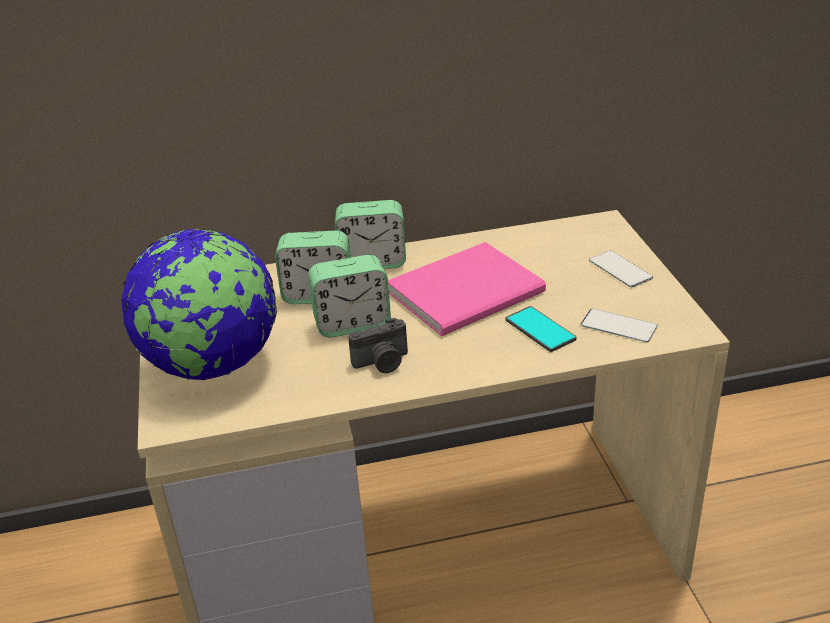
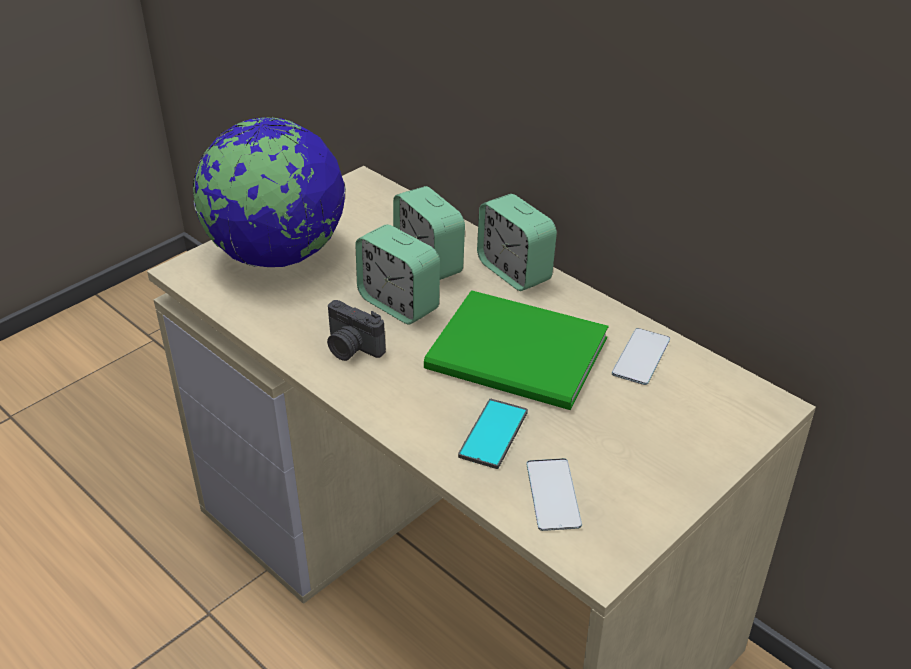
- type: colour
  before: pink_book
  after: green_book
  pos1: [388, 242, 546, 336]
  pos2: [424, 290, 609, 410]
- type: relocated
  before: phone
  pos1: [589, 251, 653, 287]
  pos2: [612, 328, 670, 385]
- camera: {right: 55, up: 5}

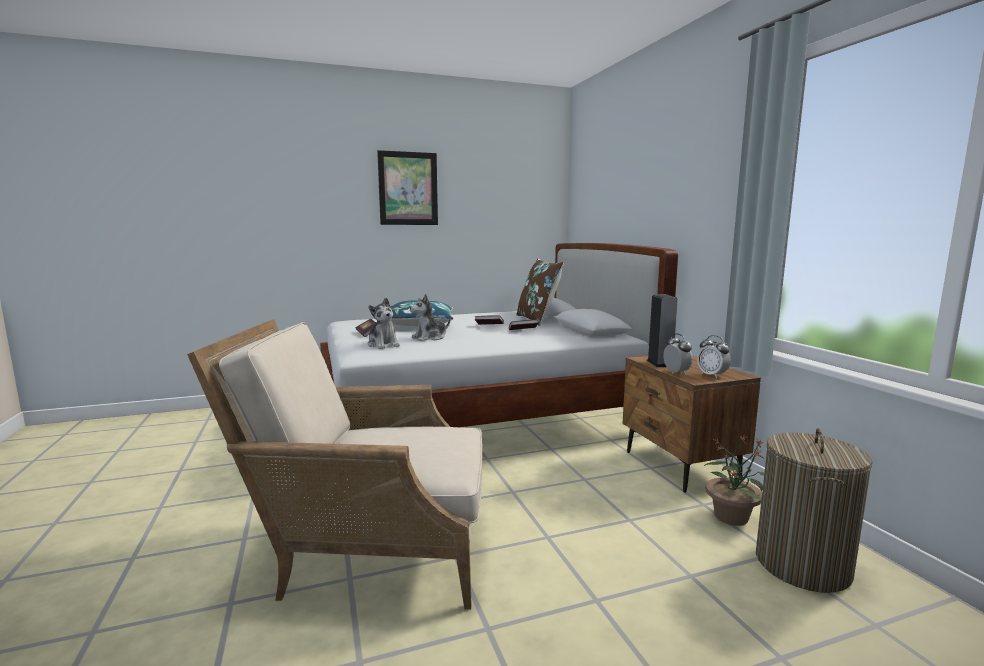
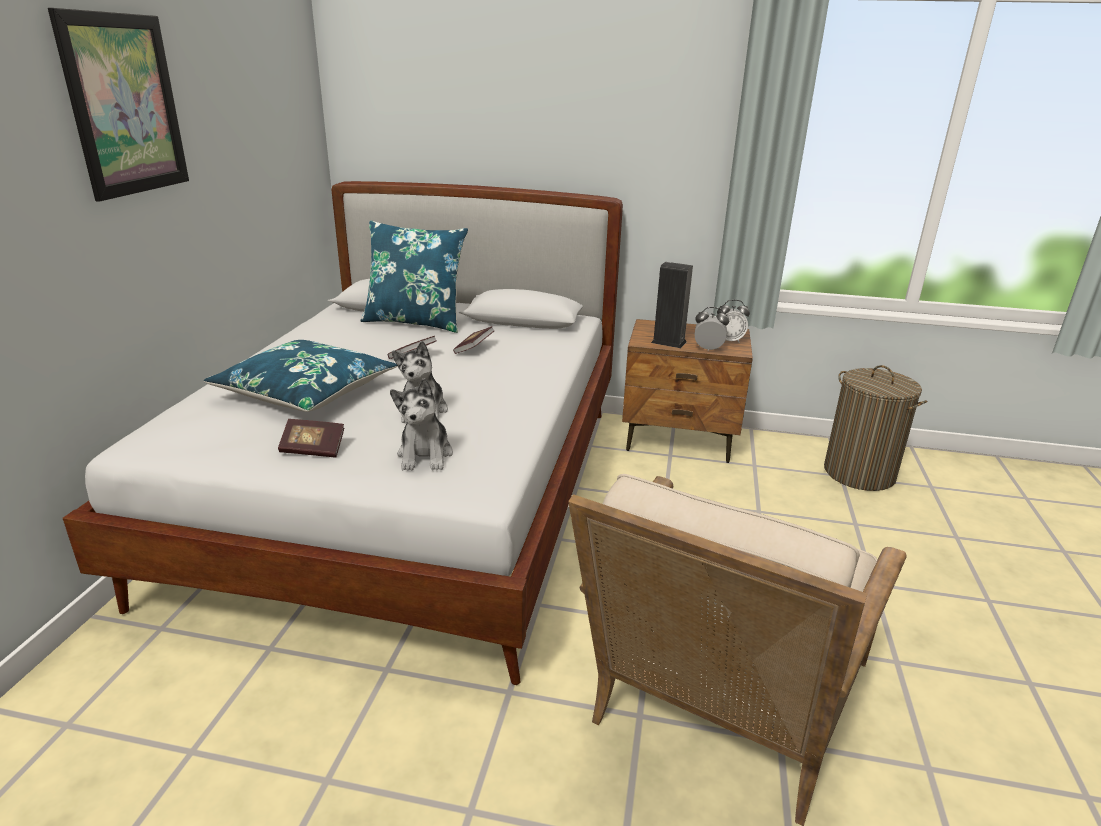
- type: colour
  before: brown_pillow
  after: blue_pillow
  pos1: [516, 258, 564, 326]
  pos2: [360, 221, 468, 333]
- type: spun
  before: plush_toy
  pos1: [368, 298, 400, 349]
  pos2: [390, 378, 453, 471]
  turn: 90
- type: missing
  before: potted_plant
  pos1: [703, 434, 765, 526]
- camera: {right: -60, up: 15}

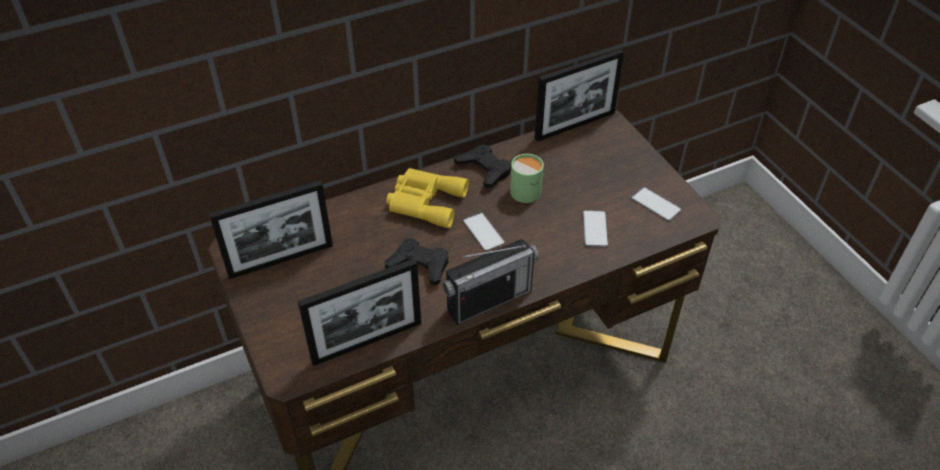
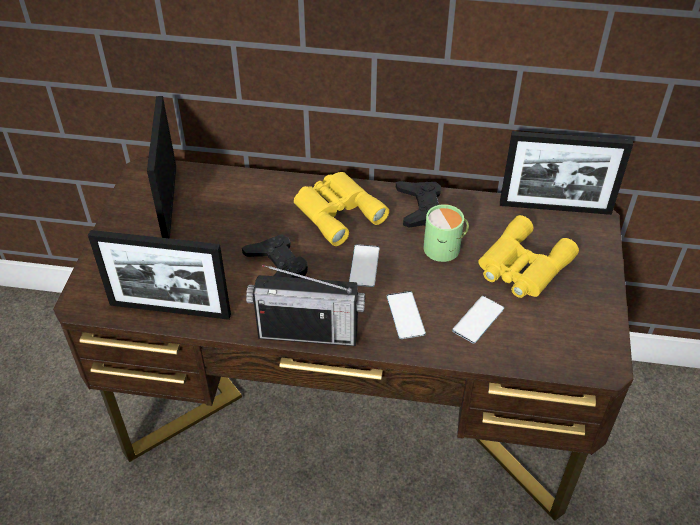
- type: spun
  before: picture_frame
  pos1: [209, 180, 333, 279]
  pos2: [147, 96, 176, 239]
  turn: 75
- type: relocated
  before: phone
  pos1: [631, 187, 681, 220]
  pos2: [387, 291, 426, 339]
- type: appeared
  after: yellow_binoculars
  pos2: [479, 215, 579, 298]
- camera: {right: 35, up: 0}

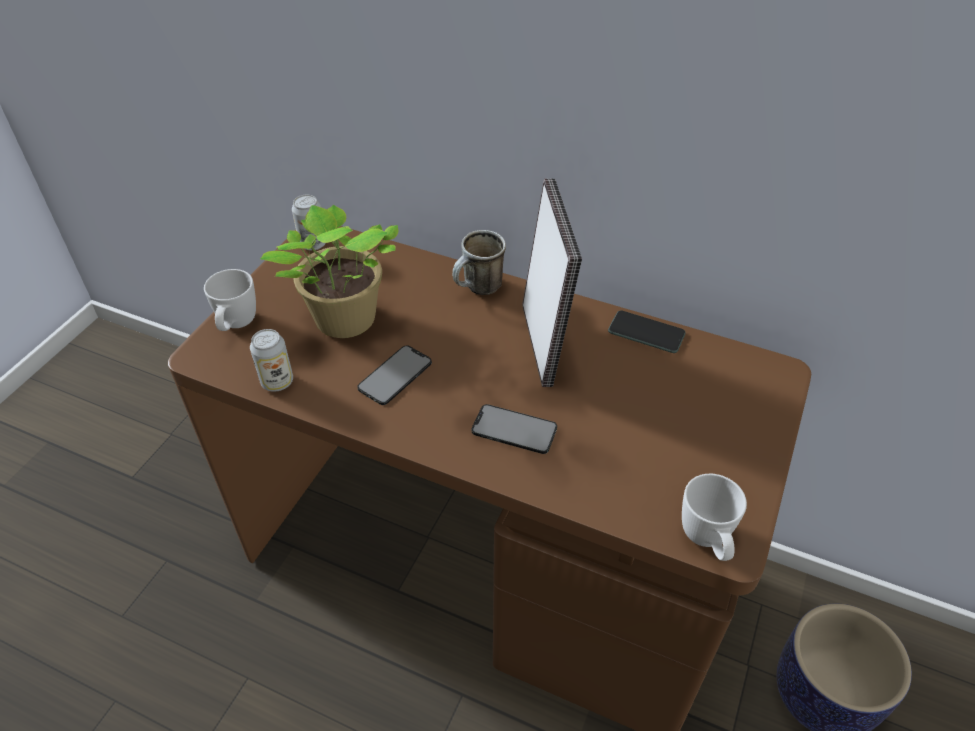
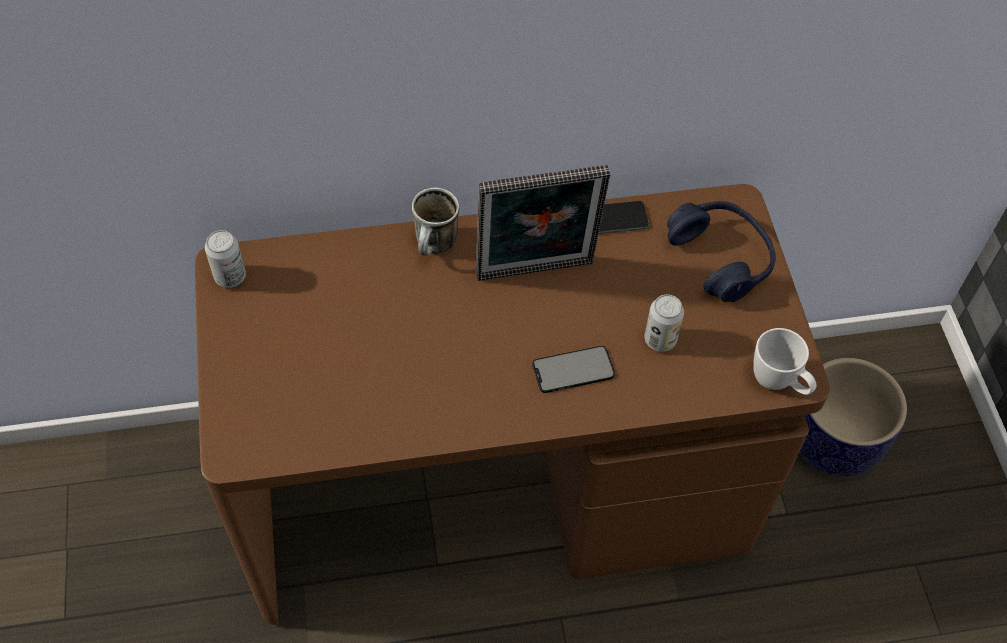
- type: spun
  before: picture_frame
  pos1: [522, 178, 582, 387]
  pos2: [476, 165, 610, 281]
  turn: 120
- type: missing
  before: potted_plant
  pos1: [260, 205, 398, 338]
- type: missing
  before: white_mug
  pos1: [204, 269, 256, 331]
- type: relocated
  before: can
  pos1: [250, 329, 293, 392]
  pos2: [644, 294, 684, 352]
- type: missing
  before: phone
  pos1: [357, 345, 432, 405]
- type: appeared
  after: blue_headphones
  pos2: [667, 201, 776, 302]
- camera: {right: -35, up: 10}

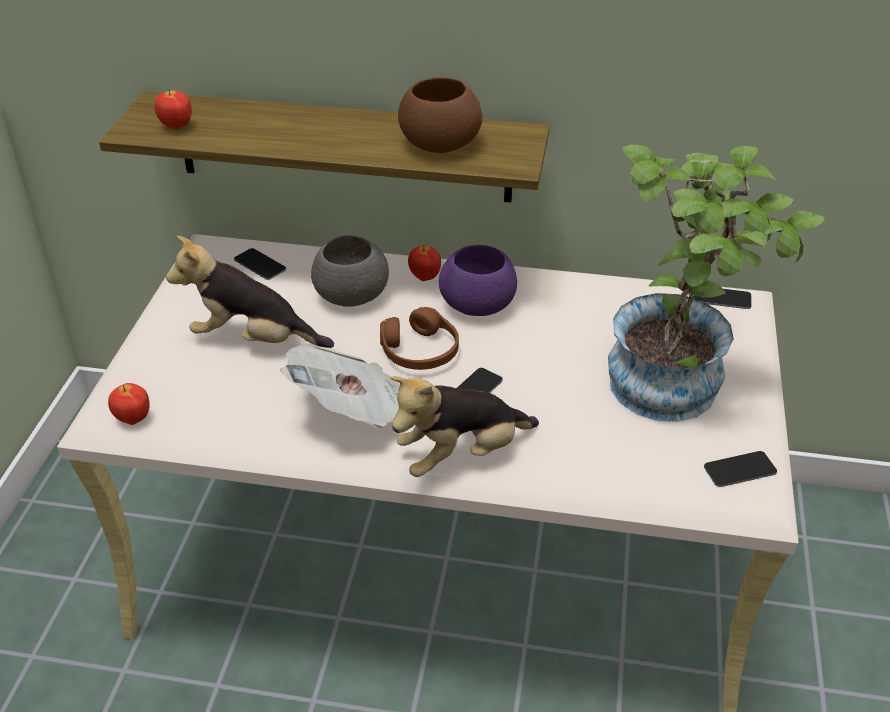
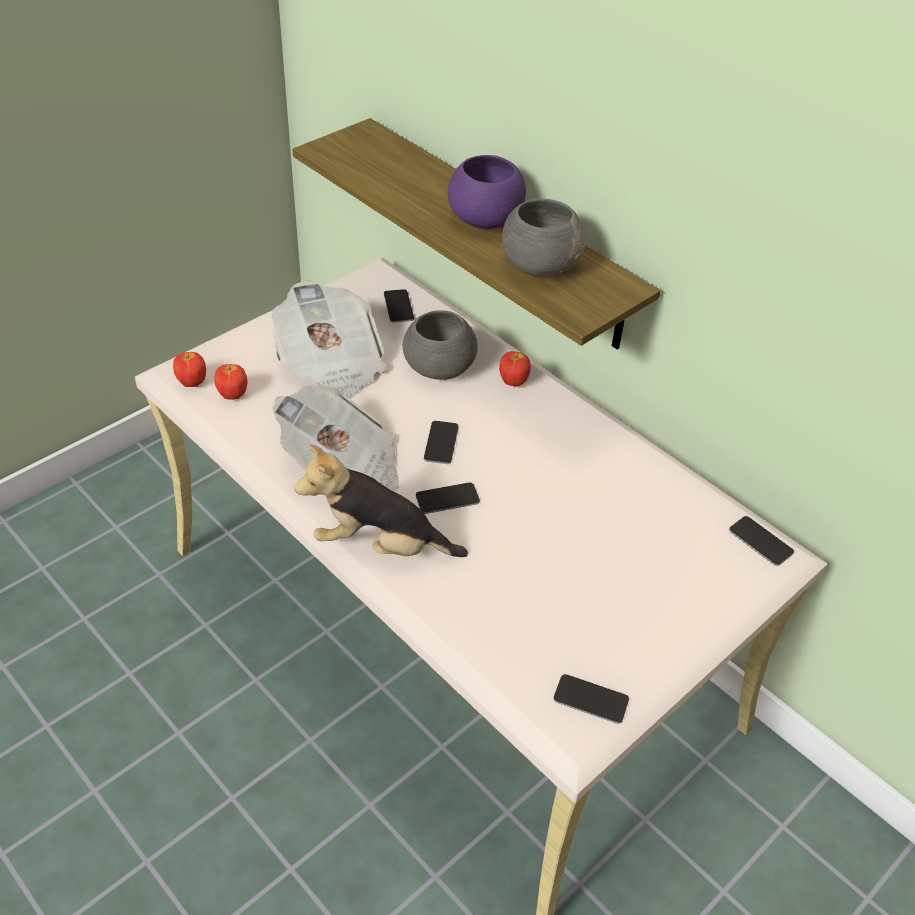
- type: colour
  before: brown_bowl
  after: grey_bowl
  pos1: [398, 77, 483, 153]
  pos2: [502, 199, 586, 276]
- type: relocated
  before: apple
  pos1: [154, 89, 192, 130]
  pos2: [215, 364, 247, 400]
- type: missing
  before: potted_plant
  pos1: [608, 145, 824, 422]
- type: exchanged
  before: plush_toy
  after: newspaper
  pos1: [166, 236, 334, 348]
  pos2: [271, 280, 386, 399]
- type: relocated
  before: purple_bowl
  pos1: [439, 245, 517, 316]
  pos2: [448, 155, 526, 229]
- type: exchanged
  before: brown_headphones
  after: phone
  pos1: [380, 307, 459, 370]
  pos2: [424, 421, 459, 464]
- camera: {right: 35, up: 5}

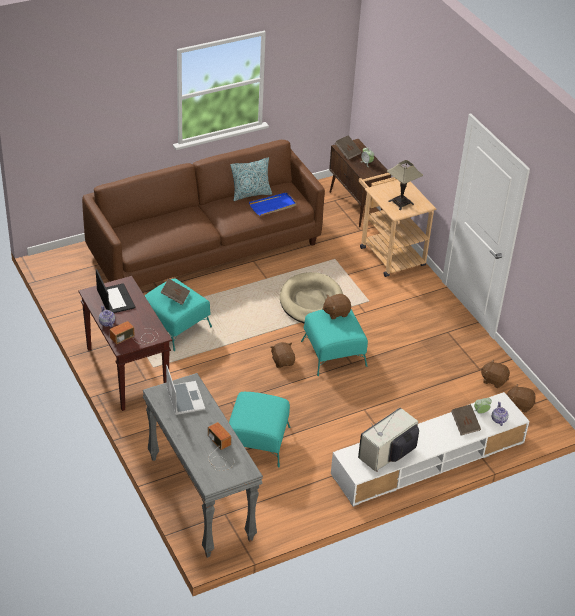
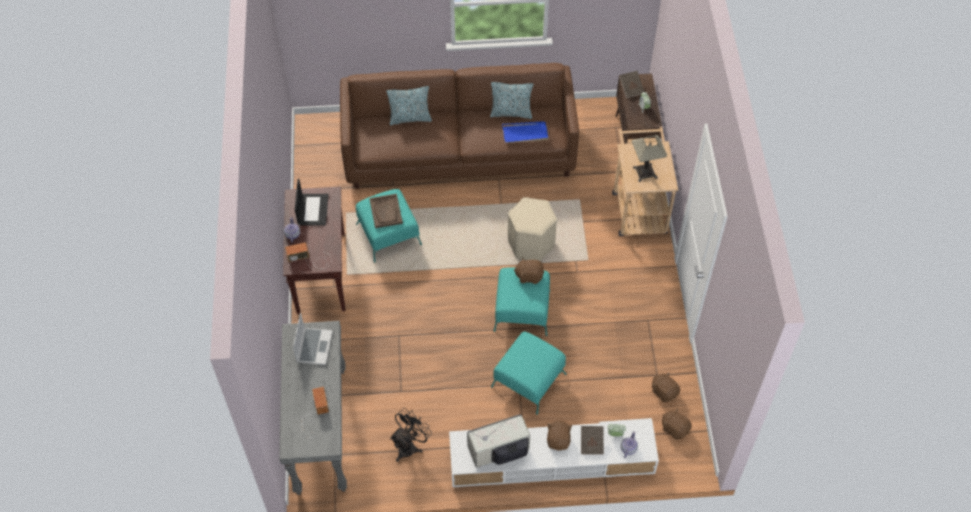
- type: exchanged
  before: beige_dog_bed
  after: beige_stool
  pos1: [280, 272, 343, 323]
  pos2: [508, 197, 557, 261]
- type: exchanged
  before: brown_book
  after: brown_tray
  pos1: [160, 278, 190, 305]
  pos2: [369, 194, 403, 228]
- type: relocated
  before: brown_plush_toy
  pos1: [271, 342, 295, 368]
  pos2: [547, 420, 572, 451]
- type: relocated
  before: turquoise_ottoman
  pos1: [229, 392, 290, 468]
  pos2: [491, 332, 567, 415]
- type: appeared
  after: pillow
  pos2: [387, 86, 432, 125]
- type: appeared
  after: black_fan
  pos2: [390, 408, 430, 462]
- camera: {right: 25, up: 15}

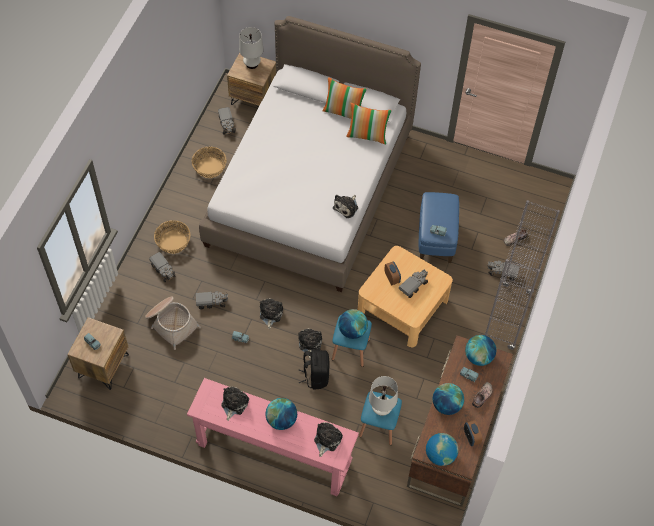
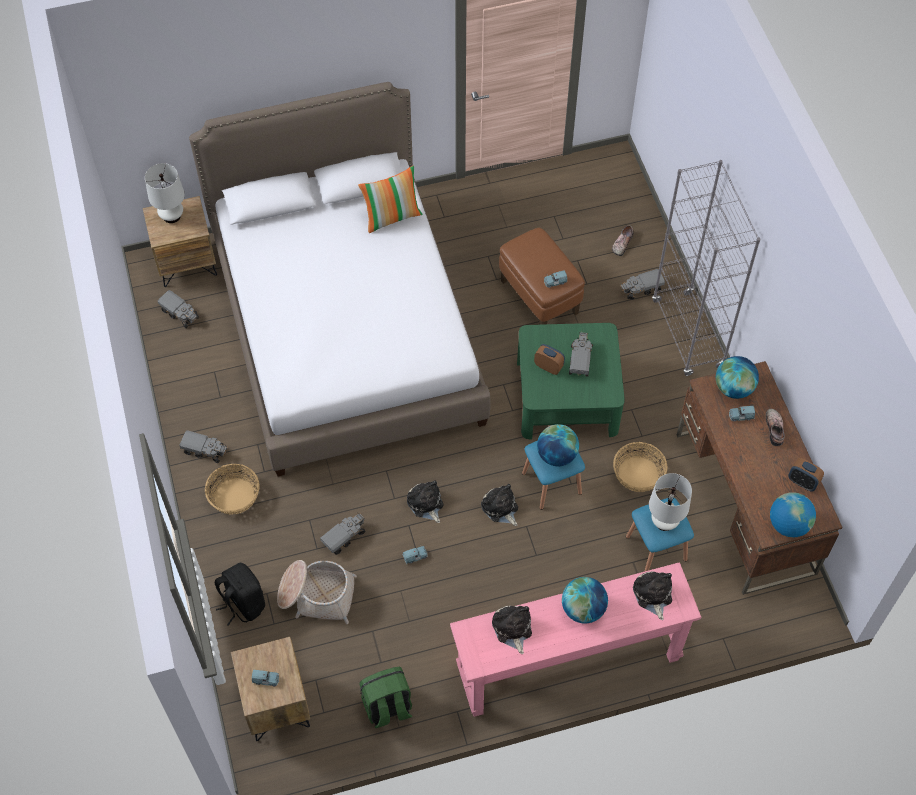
- type: missing
  before: pillow
  pos1: [323, 77, 367, 119]
- type: relocated
  before: basket
  pos1: [192, 147, 227, 178]
  pos2: [613, 442, 667, 492]
- type: colour
  before: blue_ottoman
  after: brown_ottoman
  pos1: [419, 192, 459, 263]
  pos2: [499, 228, 585, 325]
- type: missing
  before: plush_toy
  pos1: [333, 195, 358, 218]
- type: colour
  before: beige_coffee_table
  after: green_coffee_table
  pos1: [358, 246, 453, 347]
  pos2: [517, 323, 625, 439]
- type: relocated
  before: toy_truck
  pos1: [149, 252, 175, 282]
  pos2: [179, 430, 227, 463]
- type: relocated
  before: black_backpack
  pos1: [299, 350, 329, 389]
  pos2: [215, 563, 265, 626]
- type: missing
  before: globe
  pos1: [432, 383, 464, 415]
- type: appeared
  after: green_backpack
  pos2: [360, 667, 412, 728]
- camera: {right: -35, up: 0}

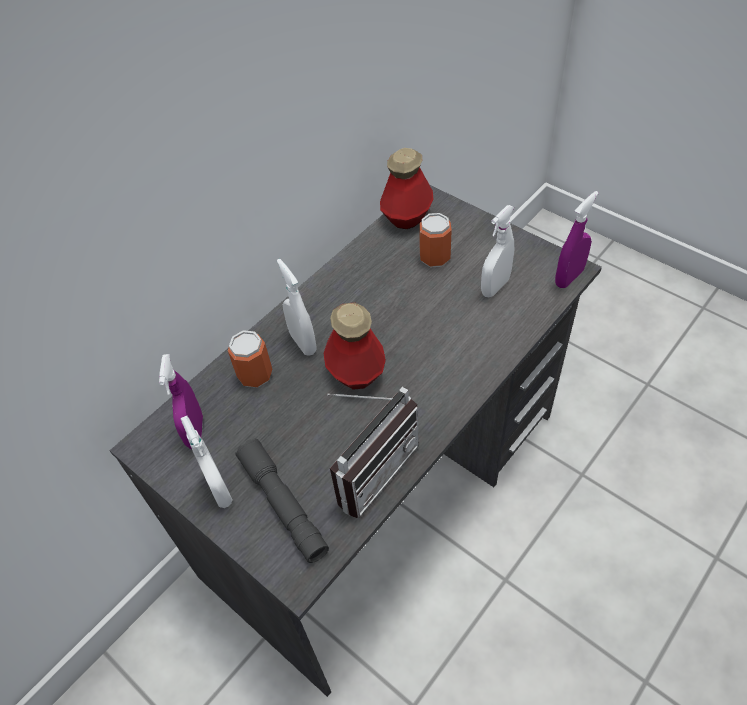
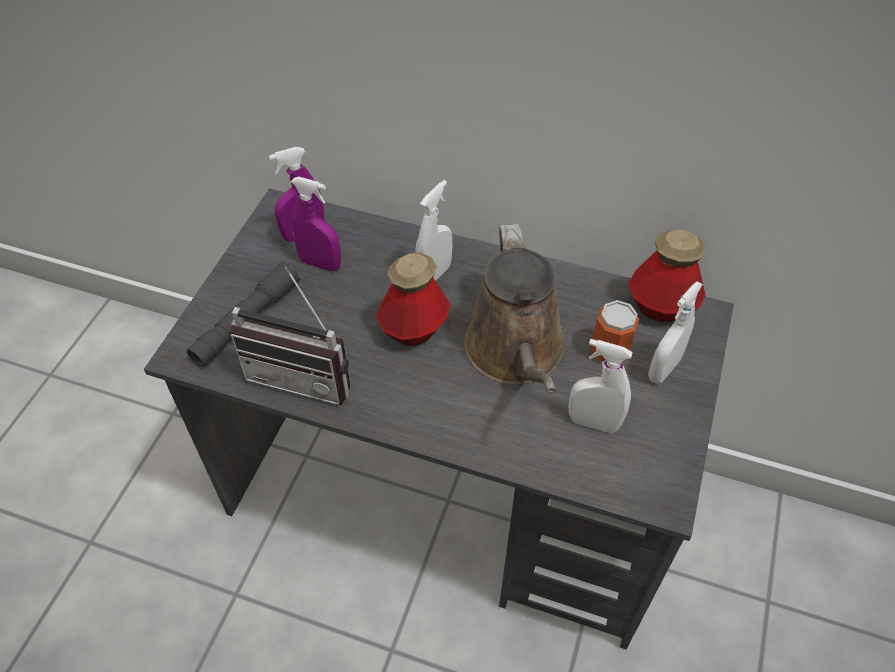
- type: relocated
  before: purple_spray_bottle
  pos1: [555, 191, 599, 288]
  pos2: [291, 177, 341, 271]
- type: missing
  before: can
  pos1: [228, 330, 272, 388]
- type: relocated
  before: white_spray_bottle
  pos1: [181, 416, 232, 508]
  pos2: [648, 281, 703, 384]
- type: appeared
  after: brown_watering_can
  pos2: [464, 224, 565, 393]
- camera: {right: 65, up: 0}

